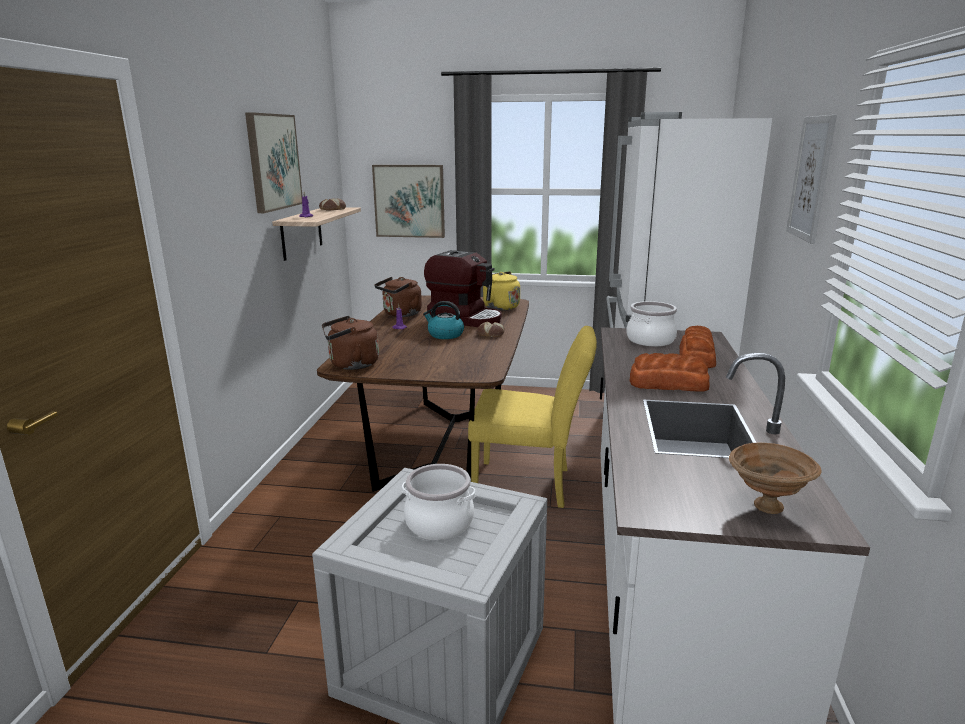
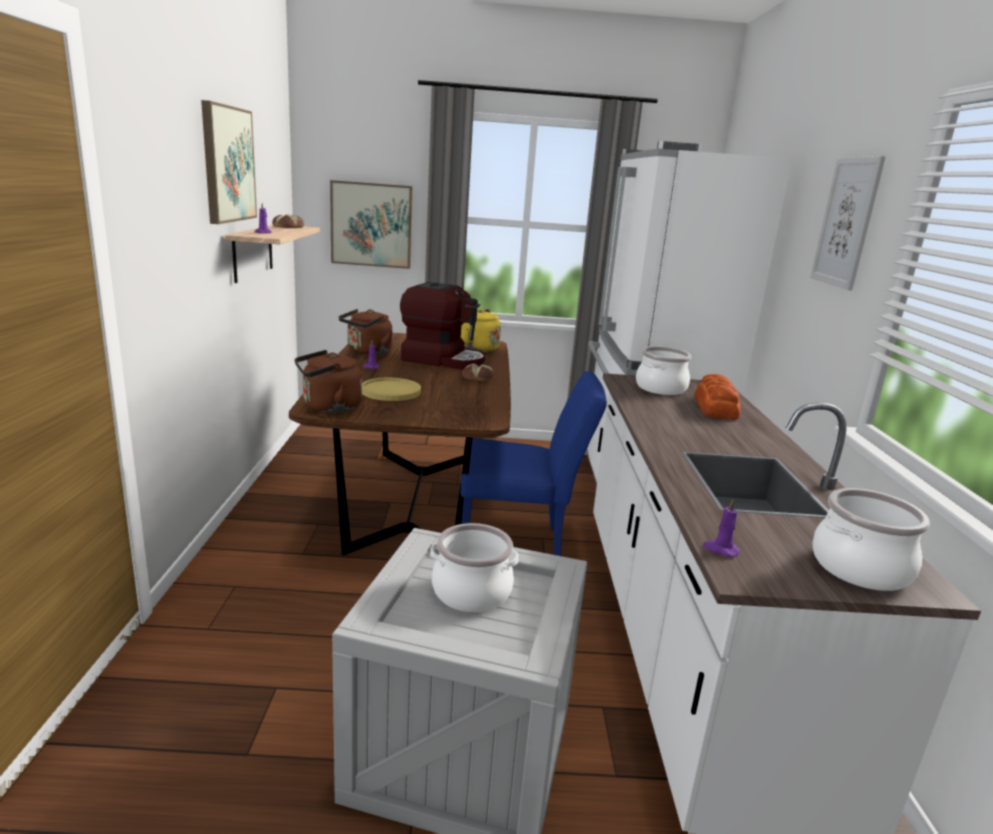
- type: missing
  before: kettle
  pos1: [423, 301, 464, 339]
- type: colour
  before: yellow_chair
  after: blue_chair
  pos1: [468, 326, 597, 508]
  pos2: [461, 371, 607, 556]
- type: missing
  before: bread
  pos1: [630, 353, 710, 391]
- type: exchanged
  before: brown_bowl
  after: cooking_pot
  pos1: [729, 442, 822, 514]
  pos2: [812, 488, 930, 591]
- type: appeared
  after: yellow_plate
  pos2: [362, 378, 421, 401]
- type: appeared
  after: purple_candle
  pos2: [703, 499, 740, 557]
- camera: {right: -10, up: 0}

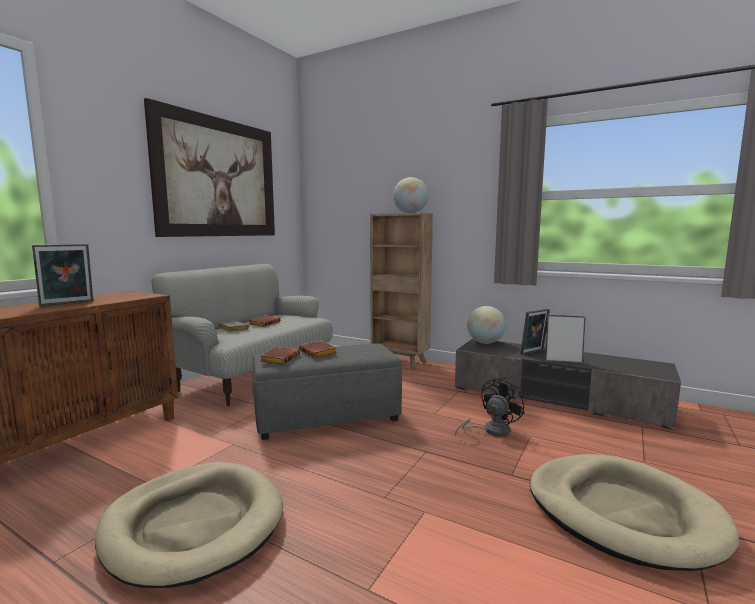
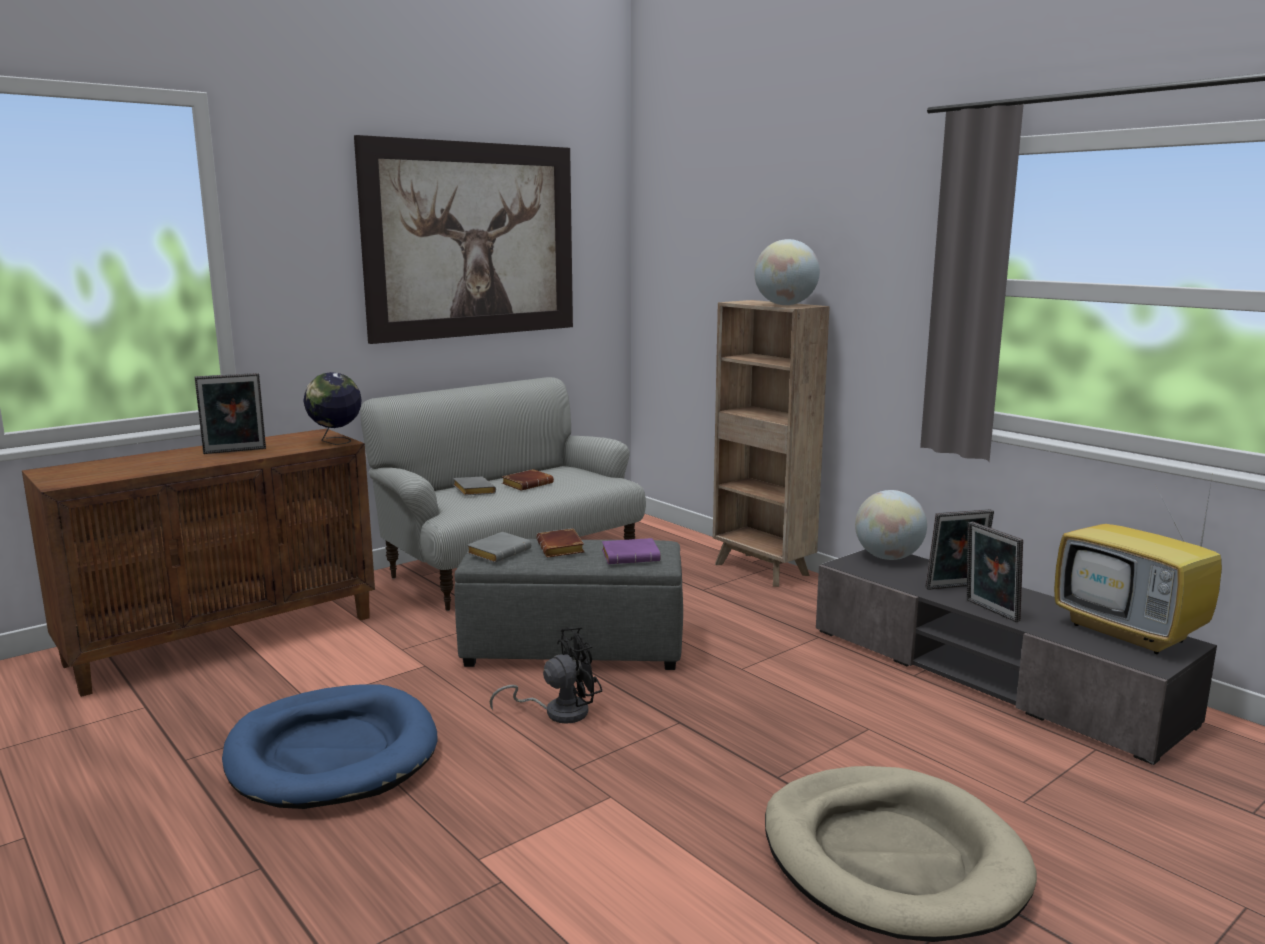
- type: spun
  before: picture_frame
  pos1: [545, 315, 586, 363]
  pos2: [967, 522, 1023, 622]
  turn: -150
- type: colour
  before: brown_book
  after: grey_book
  pos1: [260, 346, 300, 365]
  pos2: [467, 532, 531, 563]
- type: relocated
  before: black_fan
  pos1: [455, 377, 524, 437]
  pos2: [490, 627, 602, 724]
- type: colour
  before: beige_dog_bed
  after: blue_dog_bed
  pos1: [95, 462, 283, 588]
  pos2: [222, 684, 437, 809]
- type: appeared
  after: globe
  pos2: [303, 372, 362, 445]
- type: appeared
  after: television
  pos2: [1054, 472, 1222, 654]
- type: appeared
  after: purple_book
  pos2: [602, 538, 661, 564]
- camera: {right: 20, up: 5}

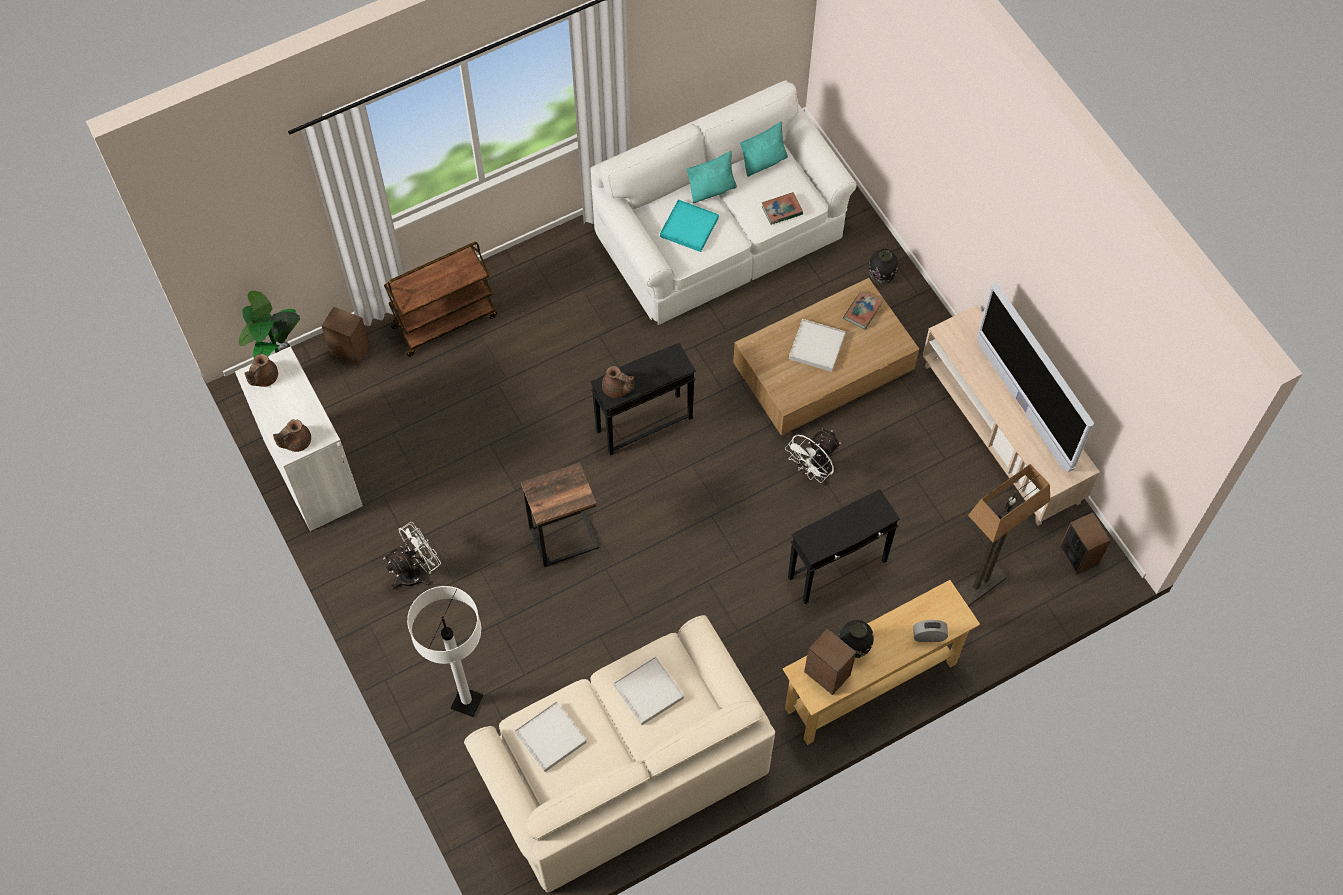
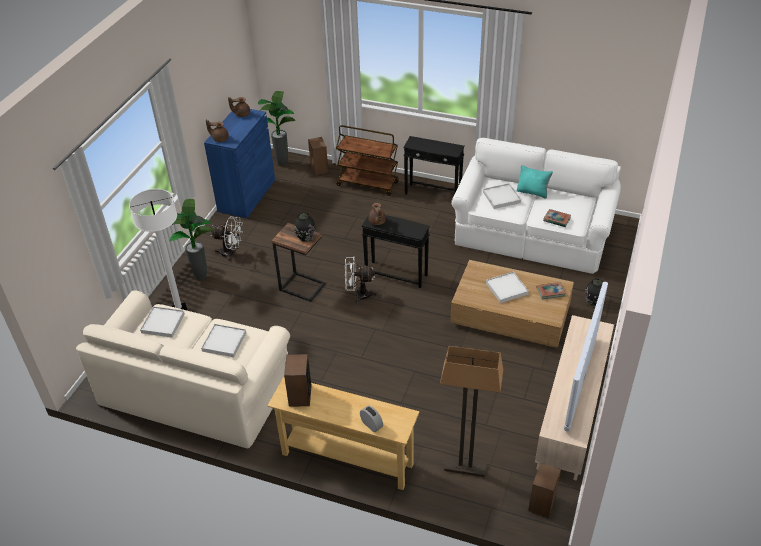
- type: missing
  before: turquoise_pillow
  pos1: [740, 121, 788, 177]
- type: colour
  before: turquoise_tray
  after: white_tray
  pos1: [660, 199, 719, 252]
  pos2: [483, 183, 521, 209]
- type: colour
  before: white_cabinet
  after: blue_cabinet
  pos1: [235, 346, 363, 531]
  pos2: [204, 109, 275, 218]
- type: relocated
  before: white_fan
  pos1: [785, 429, 841, 485]
  pos2: [345, 257, 377, 304]
- type: relocated
  before: black_side_table
  pos1: [788, 489, 900, 604]
  pos2: [403, 136, 465, 195]
- type: relocated
  before: black_vase
  pos1: [839, 620, 874, 658]
  pos2: [294, 212, 315, 242]
- type: appeared
  after: potted_plant
  pos2: [170, 199, 213, 281]
- camera: {right: 50, up: -20}

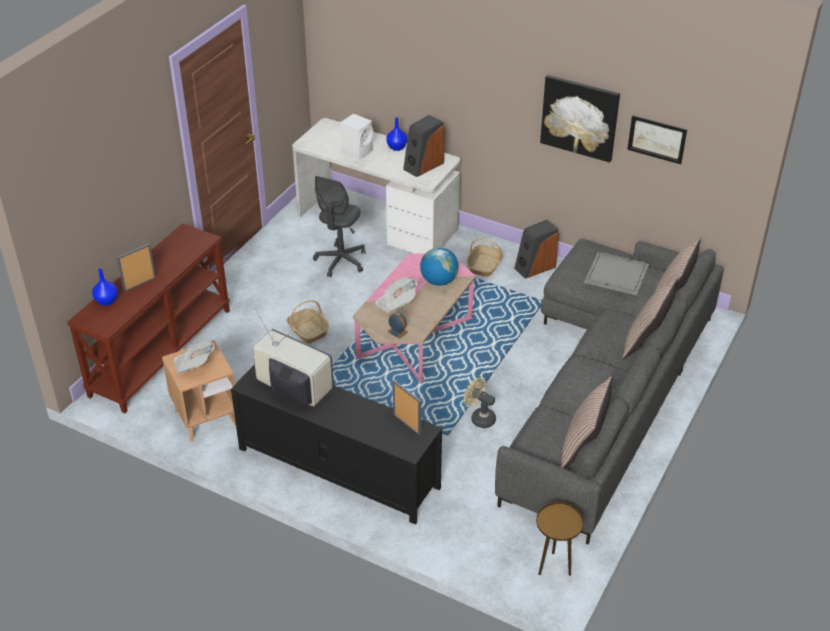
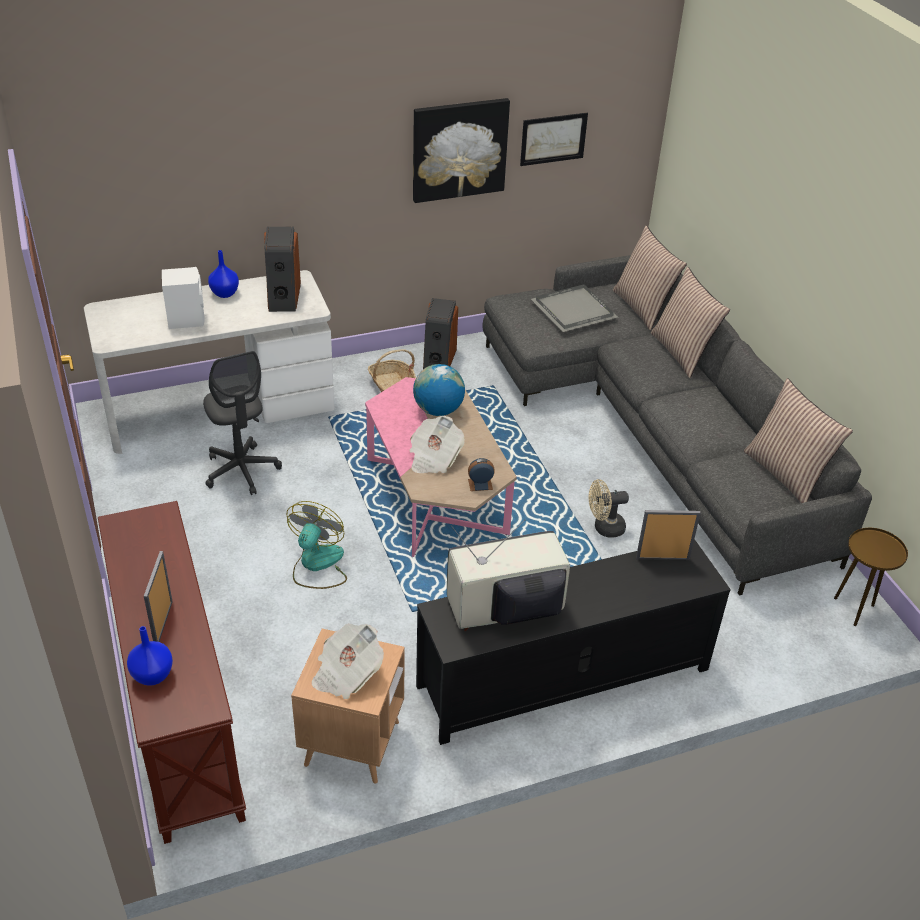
- type: exchanged
  before: basket
  after: fan
  pos1: [286, 300, 329, 344]
  pos2: [286, 501, 347, 589]
- camera: {right: -50, up: 0}

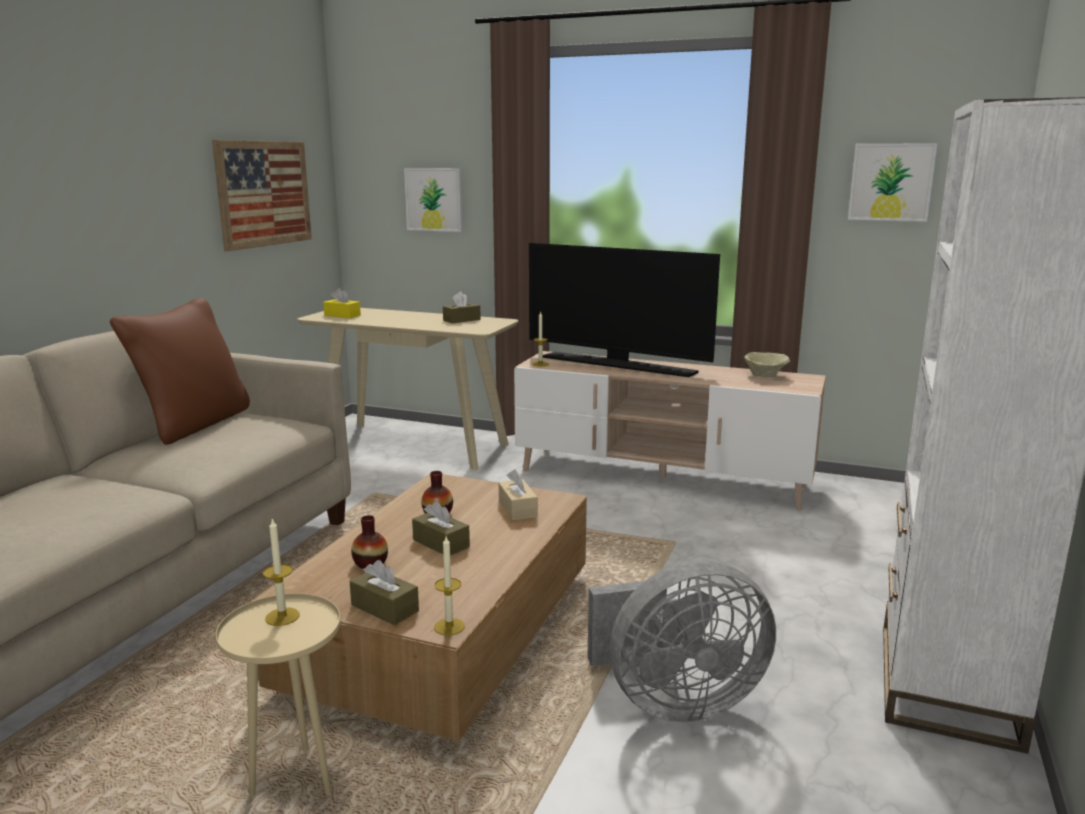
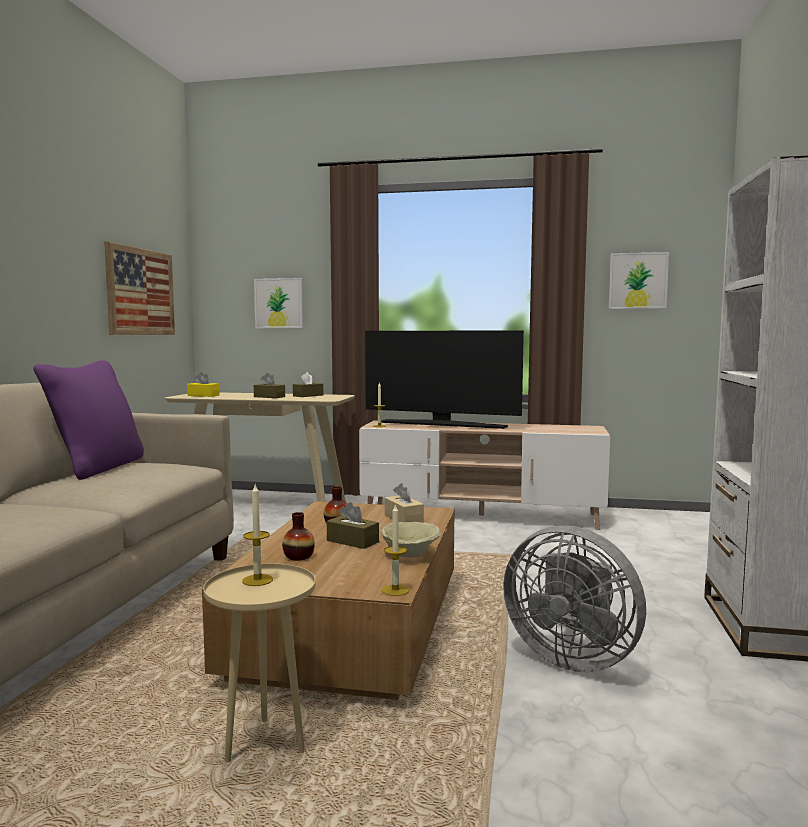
- type: colour
  before: brown_pillow
  after: purple_pillow
  pos1: [110, 298, 250, 445]
  pos2: [33, 360, 144, 480]
- type: relocated
  before: beige_bowl
  pos1: [744, 352, 790, 377]
  pos2: [381, 522, 441, 558]
- type: relocated
  before: brown_tissue_box
  pos1: [350, 560, 419, 626]
  pos2: [254, 373, 285, 398]
- type: spun
  before: grey_fan
  pos1: [588, 561, 776, 723]
  pos2: [503, 525, 646, 672]
  turn: 60
- camera: {right: -10, up: -10}

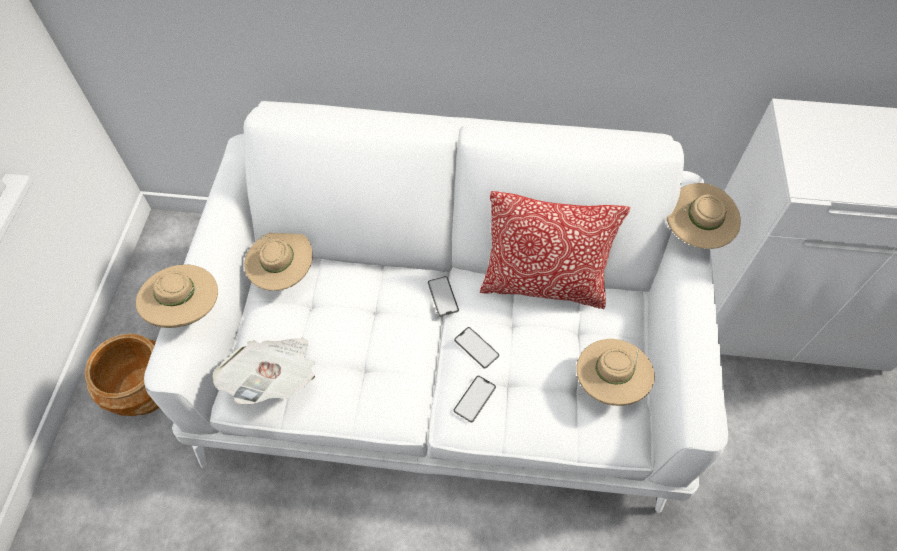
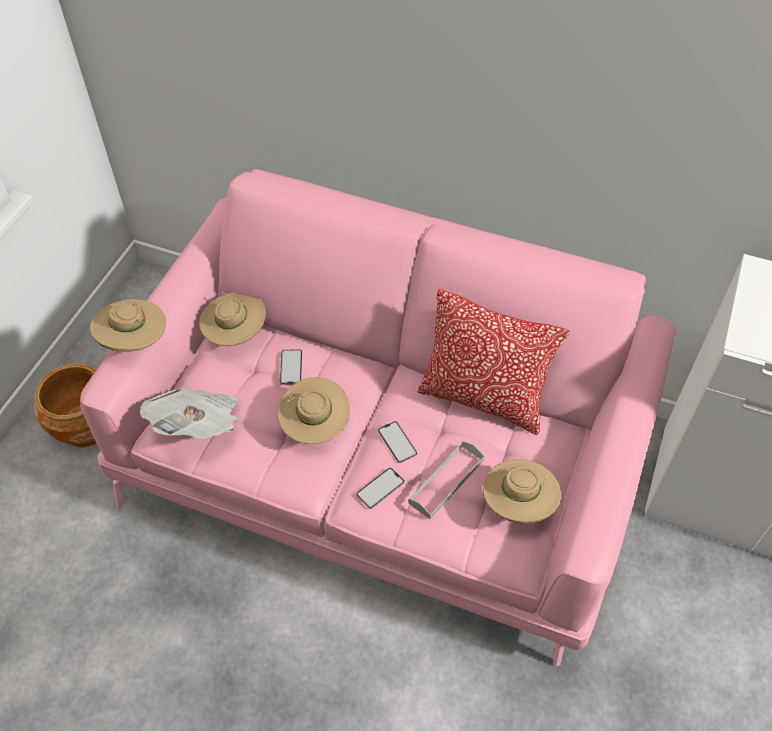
- type: colour
  before: white_sofa
  after: pink_sofa
  pos1: [144, 101, 728, 513]
  pos2: [80, 169, 676, 667]
- type: relocated
  before: beige_hat
  pos1: [667, 183, 741, 249]
  pos2: [277, 377, 350, 444]
- type: relocated
  before: phone
  pos1: [428, 276, 459, 316]
  pos2: [280, 349, 302, 385]
- type: appeared
  after: grey_tray
  pos2: [408, 441, 484, 519]
- camera: {right: 15, up: -5}

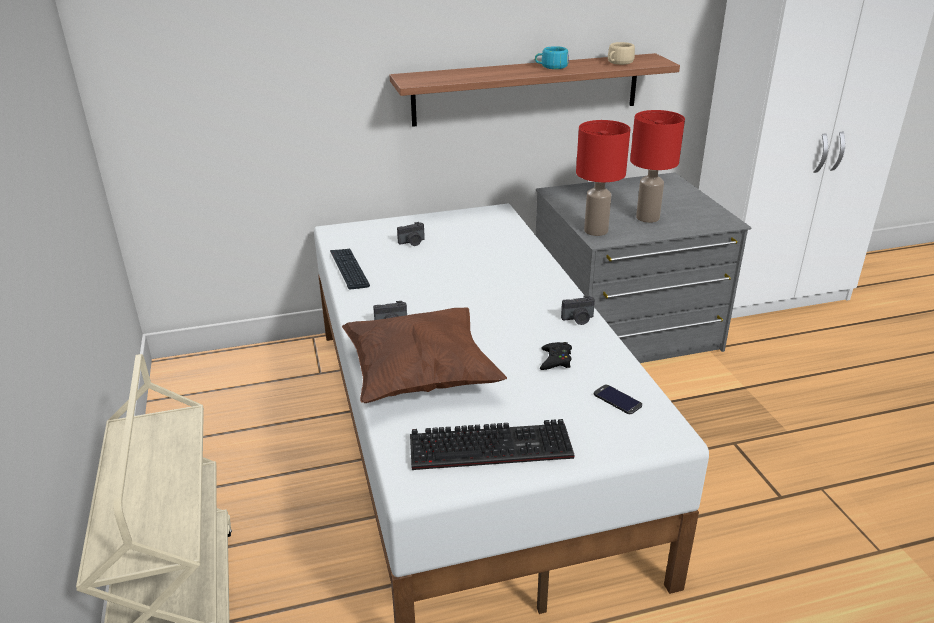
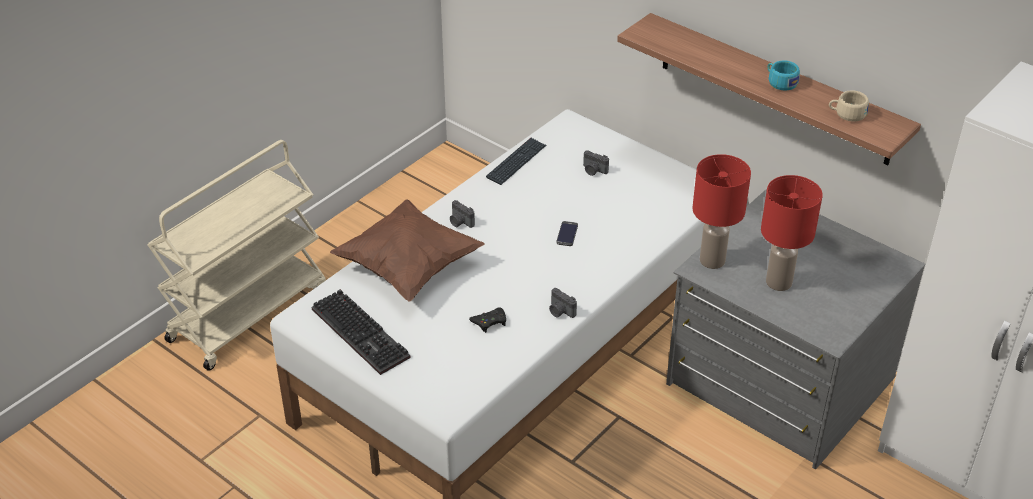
- type: relocated
  before: phone
  pos1: [594, 384, 642, 414]
  pos2: [556, 221, 578, 246]
- camera: {right: 55, up: 10}

